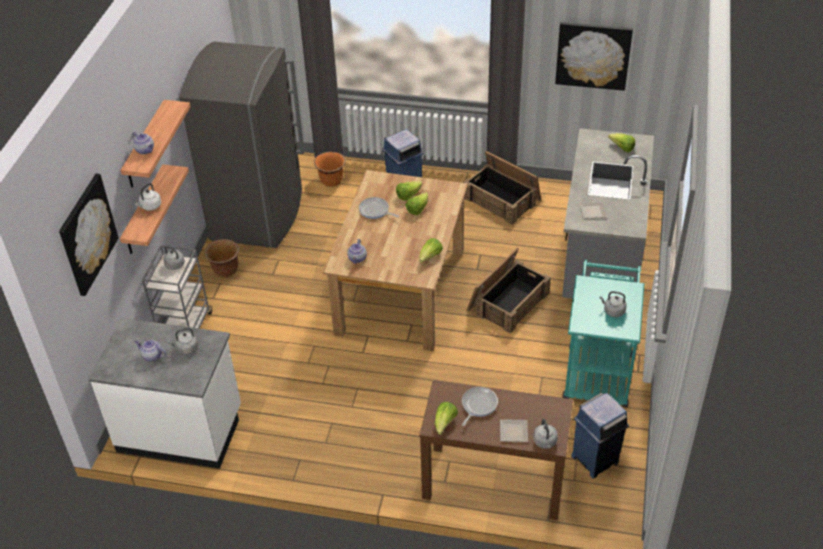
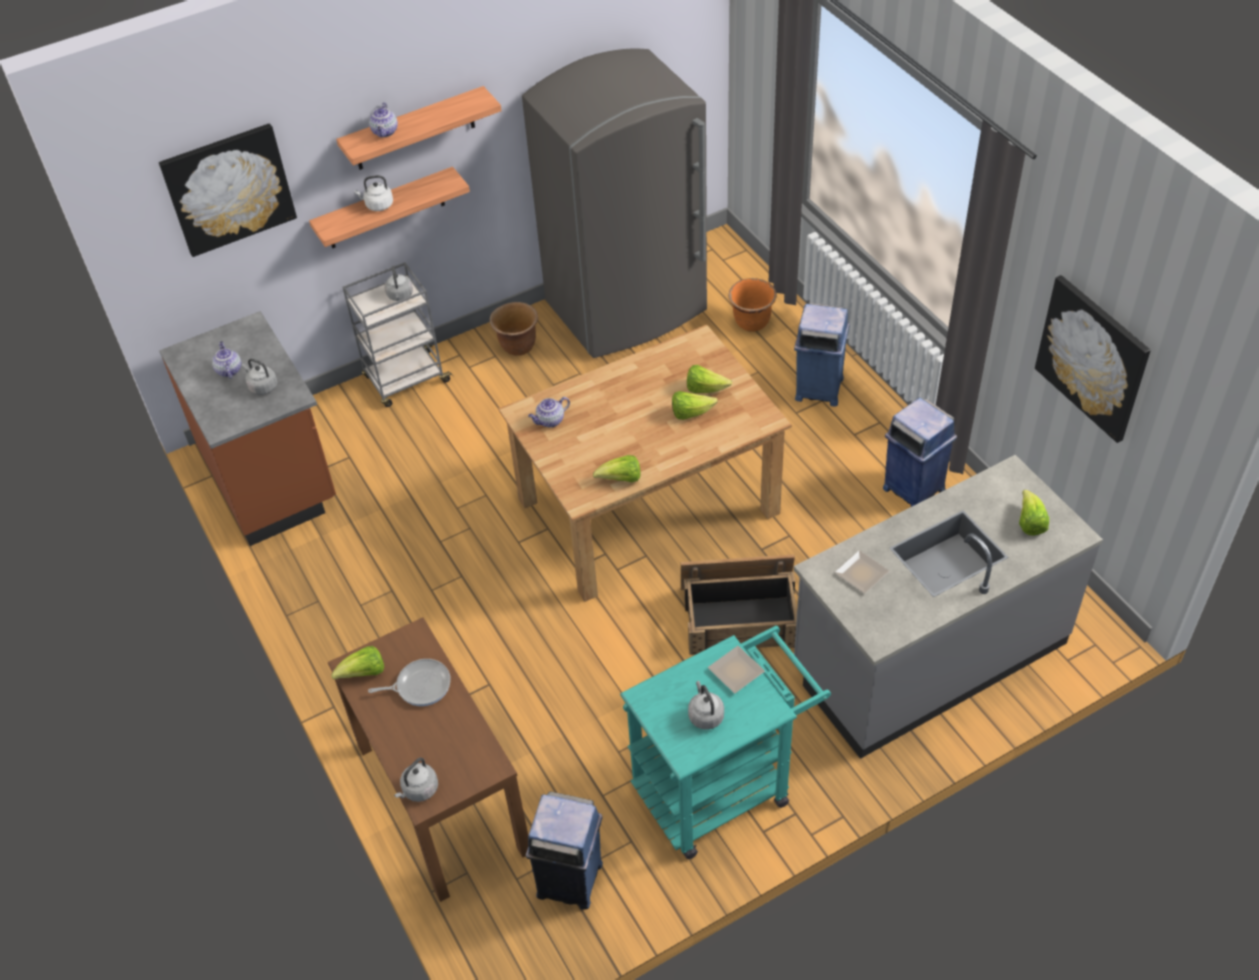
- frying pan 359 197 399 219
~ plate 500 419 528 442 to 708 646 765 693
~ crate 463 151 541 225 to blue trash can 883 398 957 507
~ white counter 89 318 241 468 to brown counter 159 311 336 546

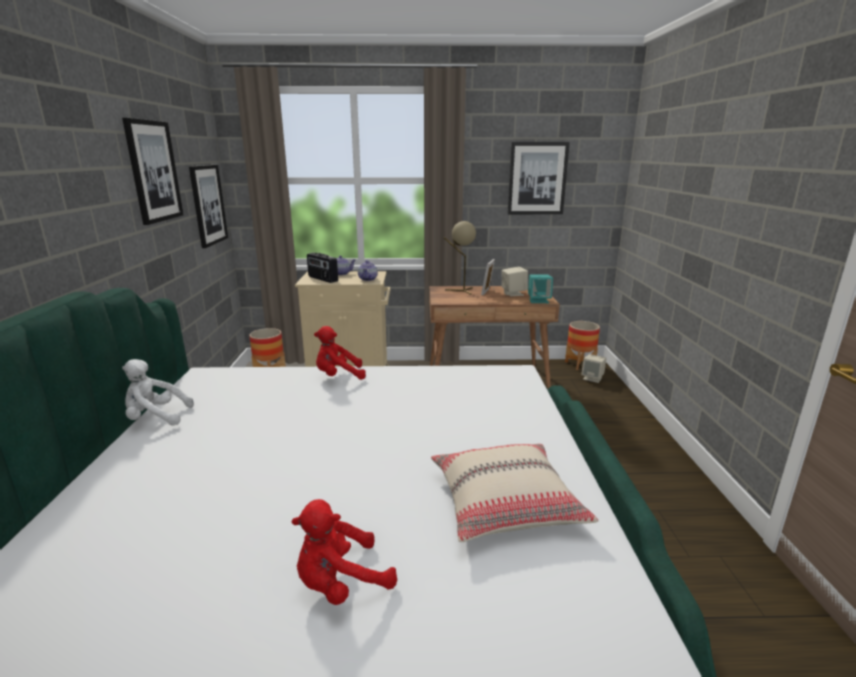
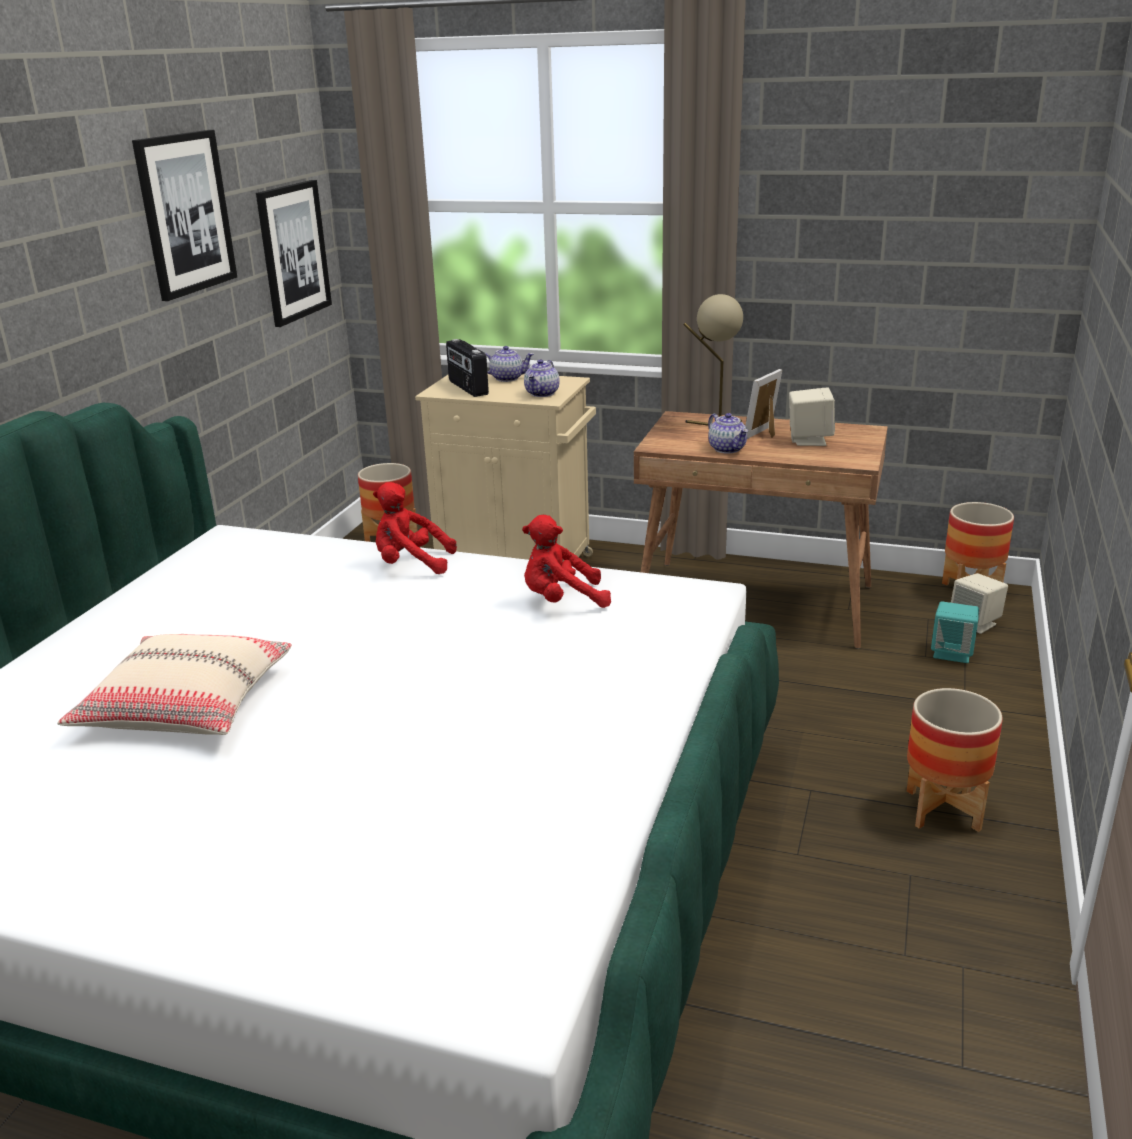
- white plush toy 122 359 194 426
- picture 508 142 570 214
+ teapot 708 413 748 454
+ planter 907 688 1003 832
~ red plush toy 292 499 397 605 to 522 515 611 608
~ beige pillow 431 444 598 542 to 57 634 292 735
~ turquoise speaker 528 274 553 303 to 931 601 979 663

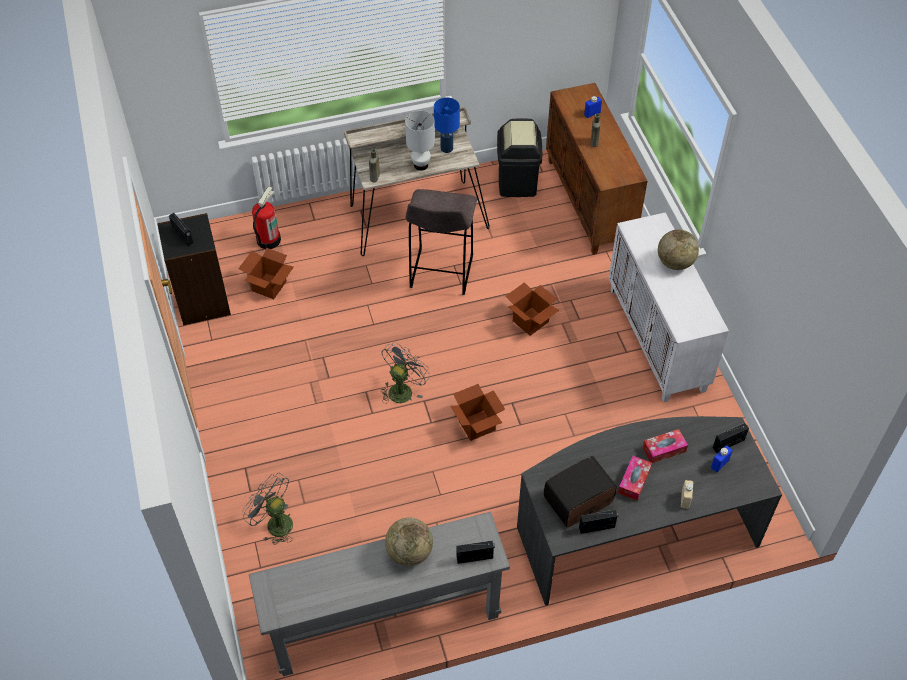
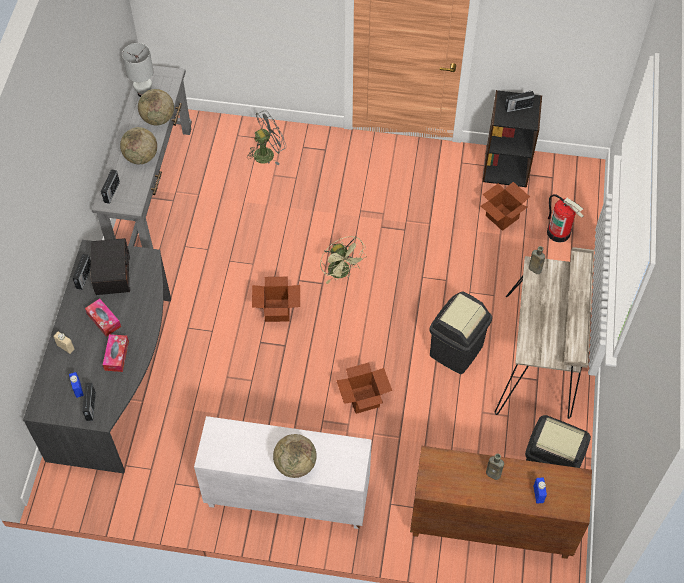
- blue table lamp 434 98 460 153
+ globe 138 89 174 125
~ white table lamp 405 111 435 171 to 122 43 154 97
~ grey stool 406 189 477 295 to black trash can 429 291 492 374
~ grey fan 381 342 431 404 to green fan 320 236 367 284

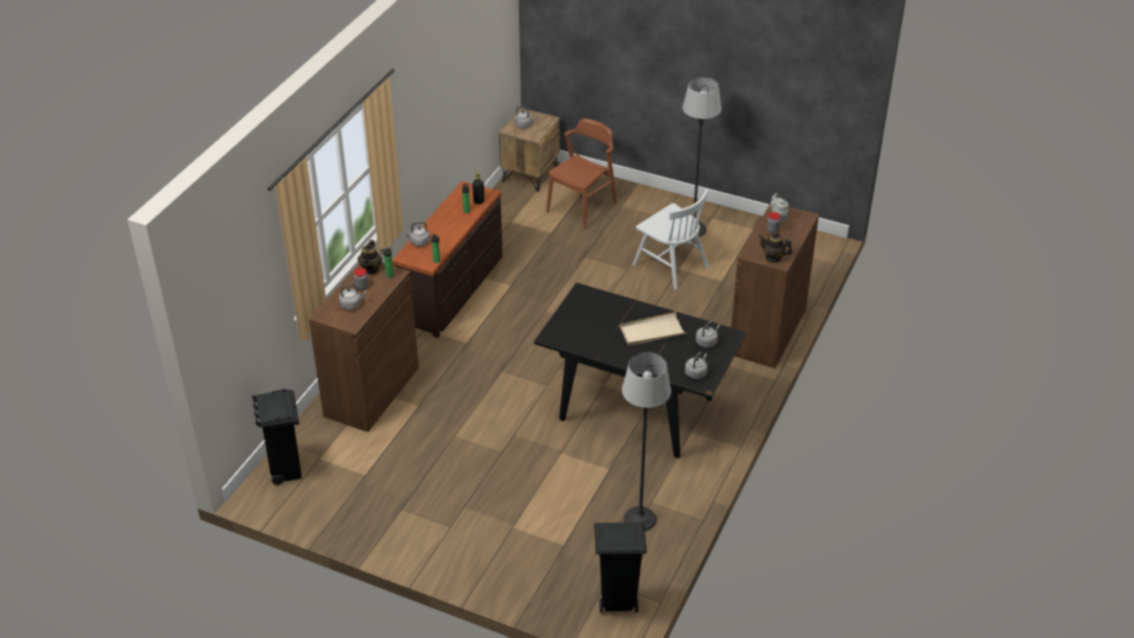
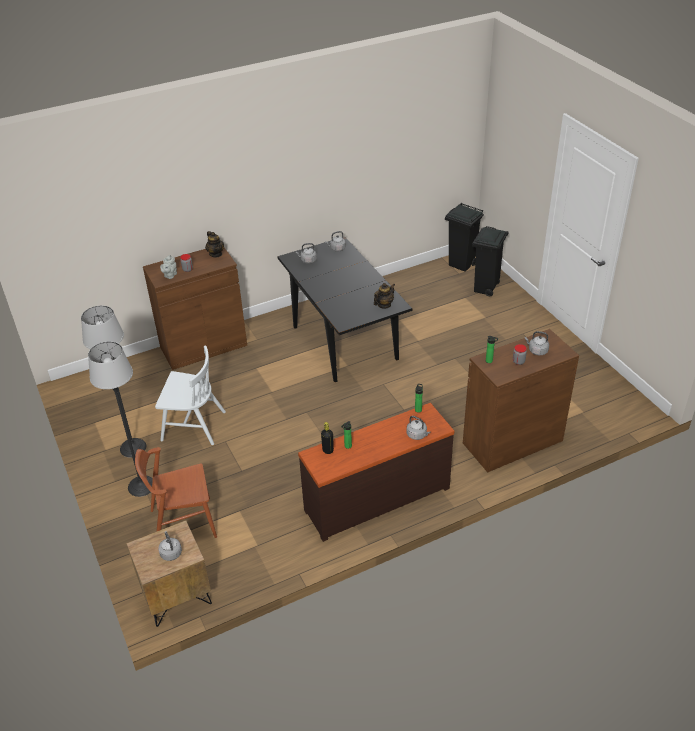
- beige tray 619 311 686 346
~ black trash can 252 389 302 485 to 472 226 509 297
~ teapot 358 240 382 274 to 374 283 395 309
~ floor lamp 622 352 671 531 to 88 341 153 497
~ white chair 633 188 709 290 = 155 346 226 445 105 degrees clockwise

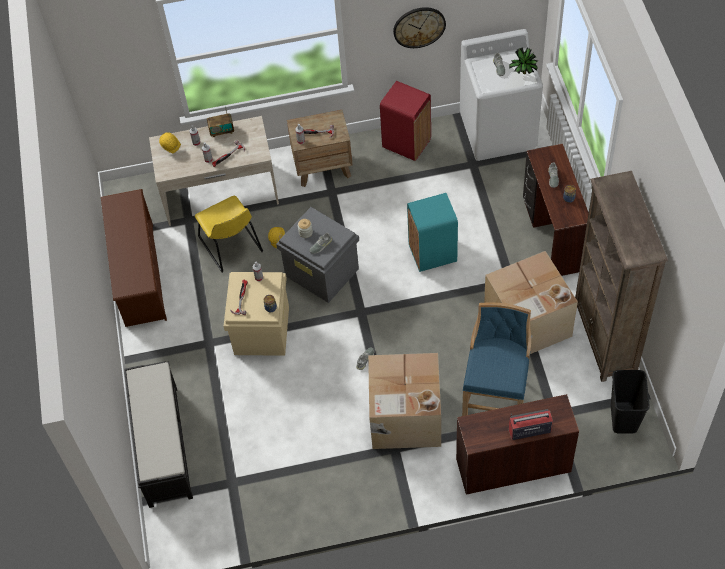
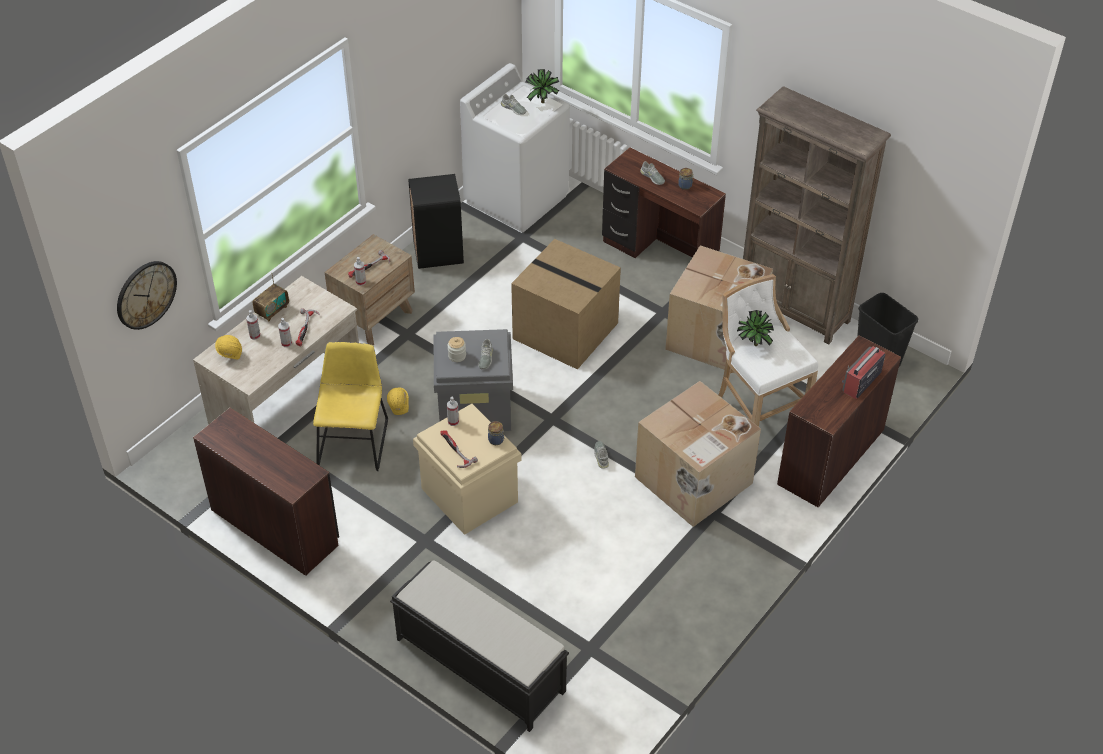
+ potted plant 737 310 774 346
~ wall clock 393 7 446 48 to 117 261 177 330
~ brown shoe rack 101 189 167 327 to brown desk 193 408 339 576
~ turquoise trash can 407 193 458 272 to cardboard box 511 239 621 370
~ red trash can 380 81 431 161 to black trash can 408 174 464 269
~ blue stool 462 303 531 416 to white stool 719 274 818 427
~ yellow chair 195 196 263 272 = 313 342 388 471 105 degrees counterclockwise

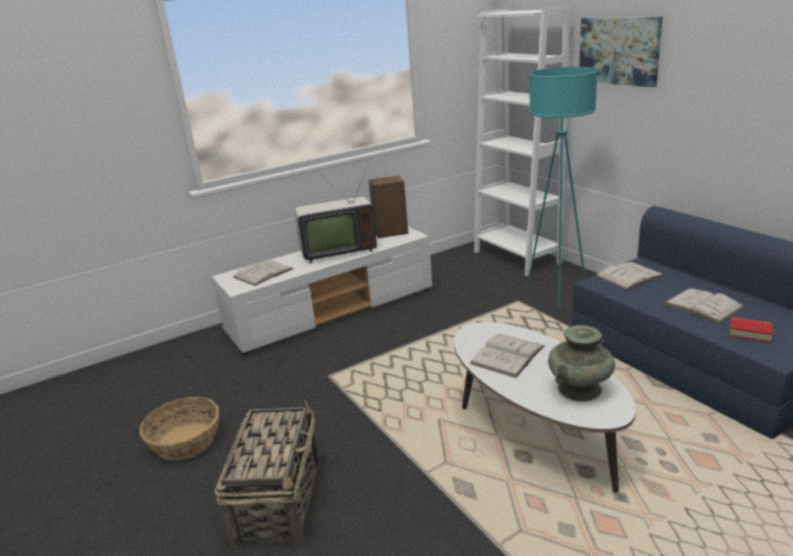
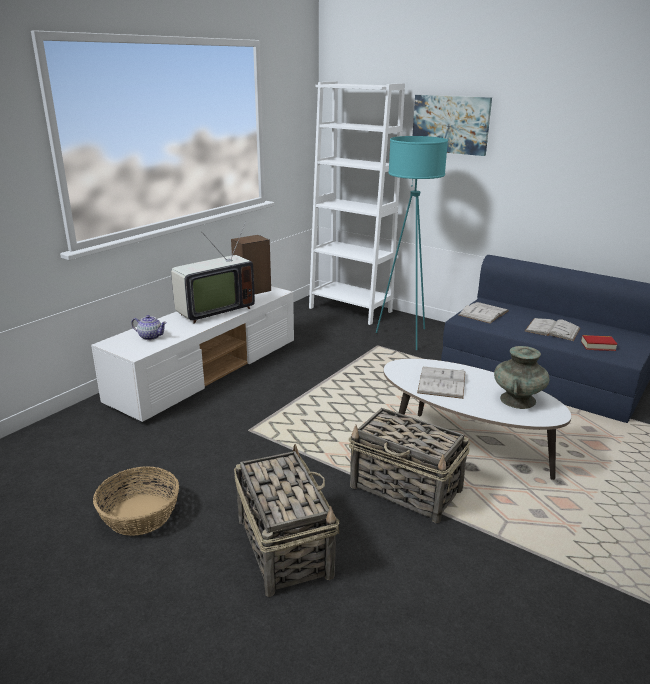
+ basket 349 408 470 523
~ white book 233 260 293 286 to teapot 131 315 167 340

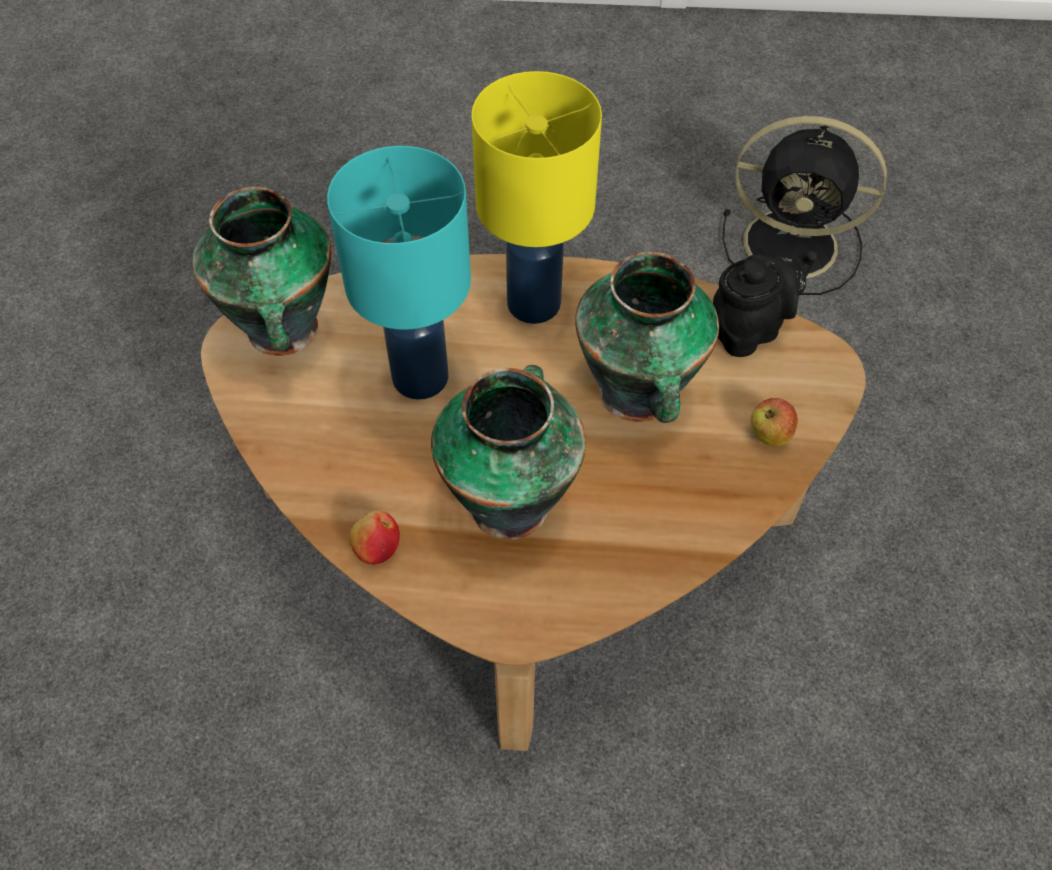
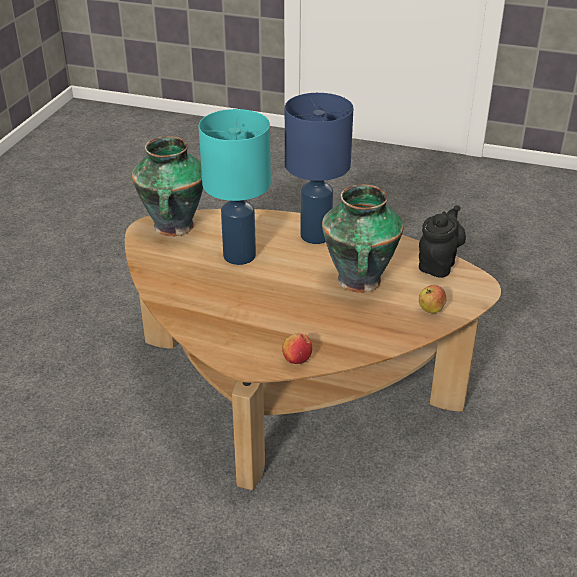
- vase 431 365 586 540
- black fan 722 116 887 295
~ apple 349 511 400 564 to 282 333 312 364
~ yellow table lamp 471 71 602 324 to blue table lamp 285 93 353 244
~ black teapot 713 251 817 357 = 419 205 466 278 45 degrees counterclockwise

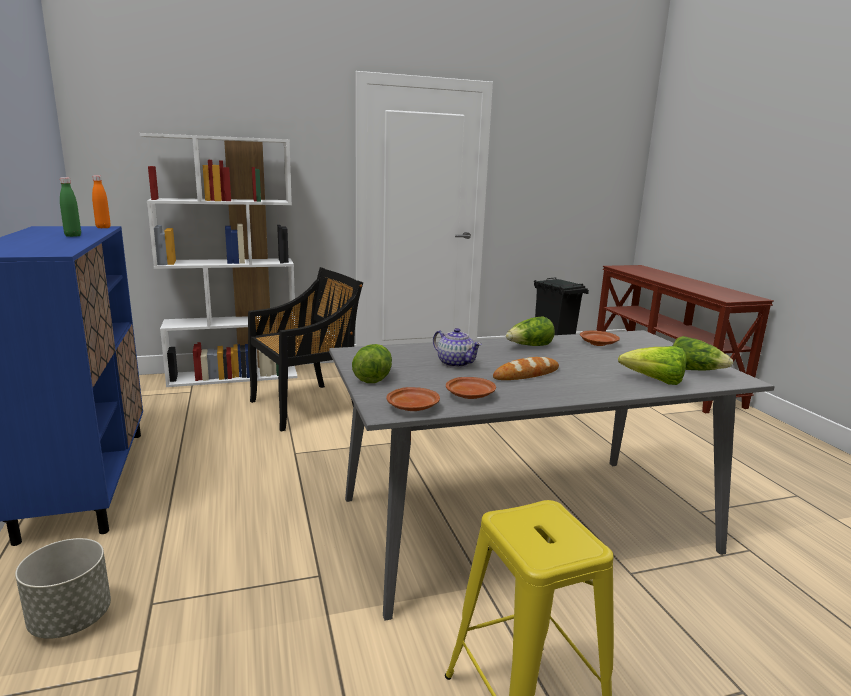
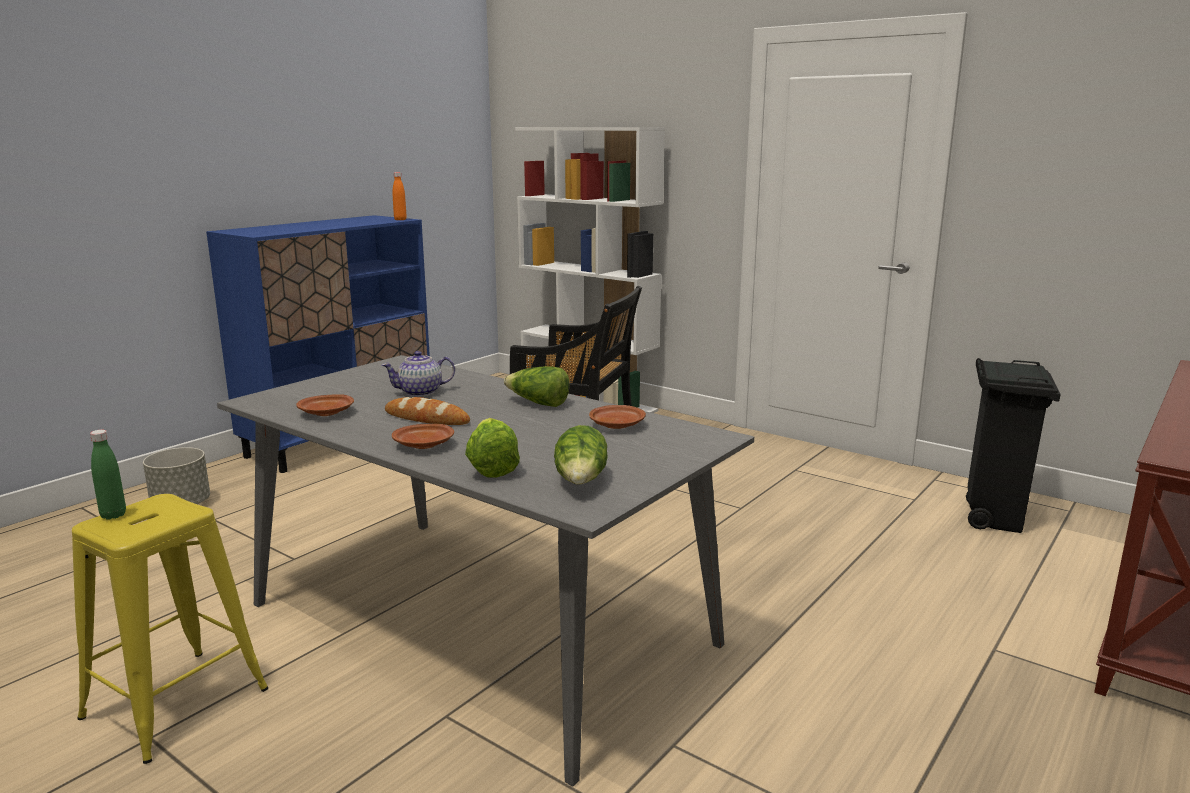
- lettuce 352 344 392 383
~ green bottle 60 177 81 237 to 90 430 126 520
~ brown plate 386 387 440 411 to 392 424 454 449
~ teapot 433 328 482 368 = 382 351 455 397 60 degrees clockwise

